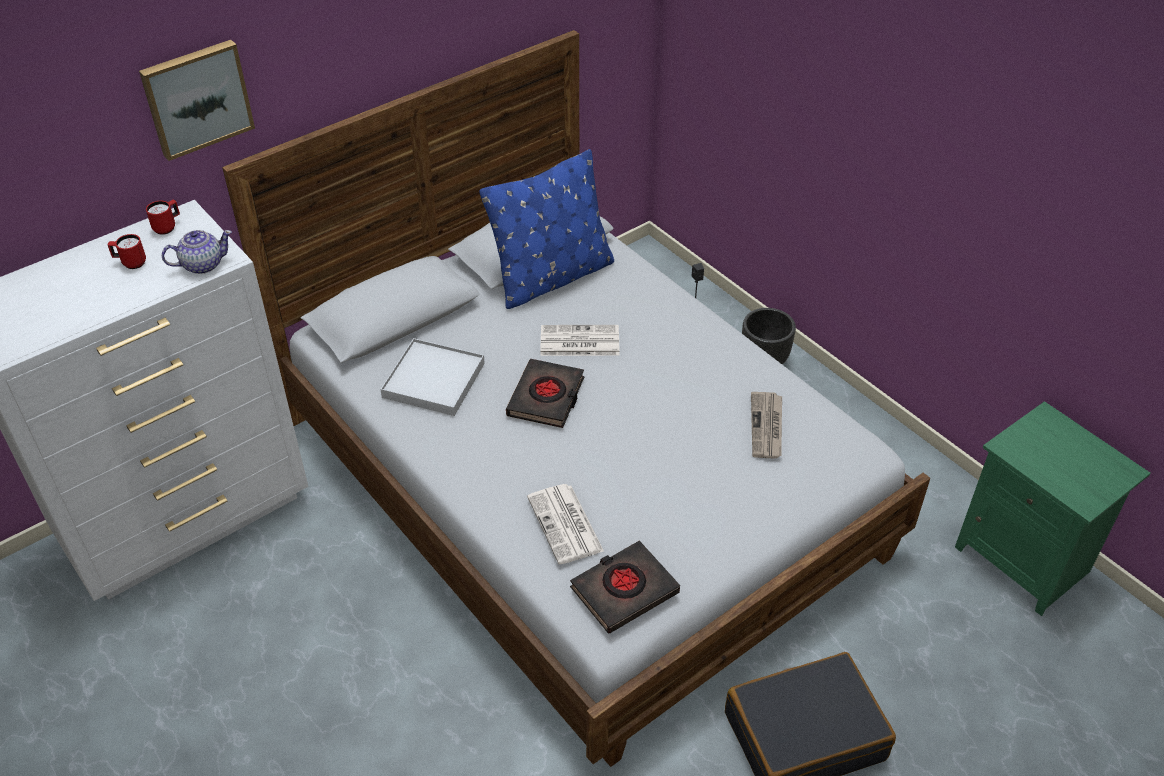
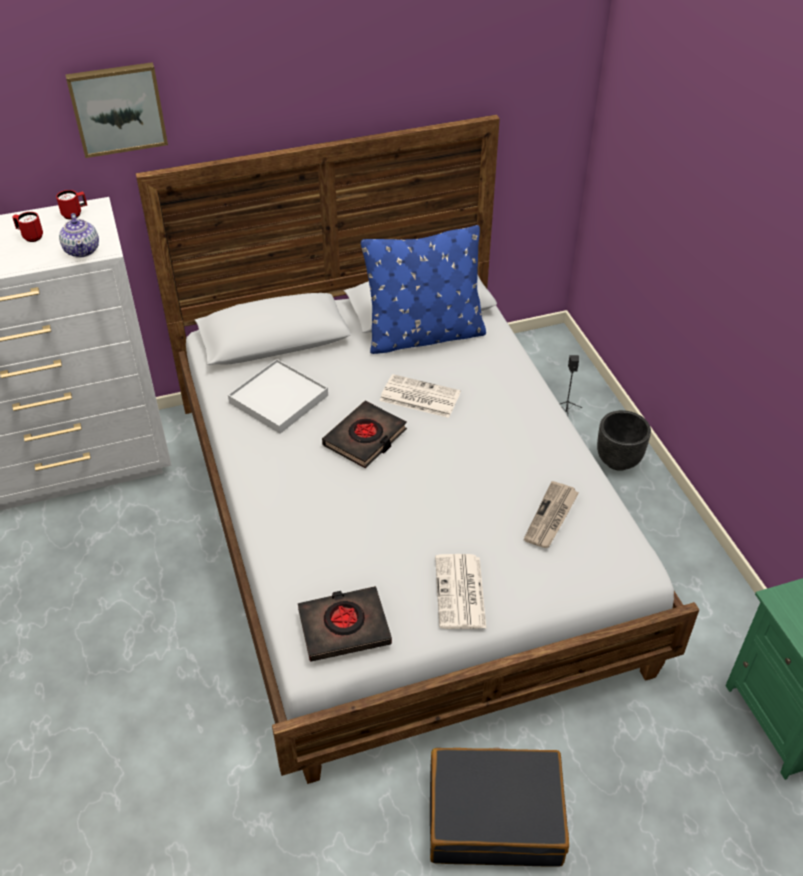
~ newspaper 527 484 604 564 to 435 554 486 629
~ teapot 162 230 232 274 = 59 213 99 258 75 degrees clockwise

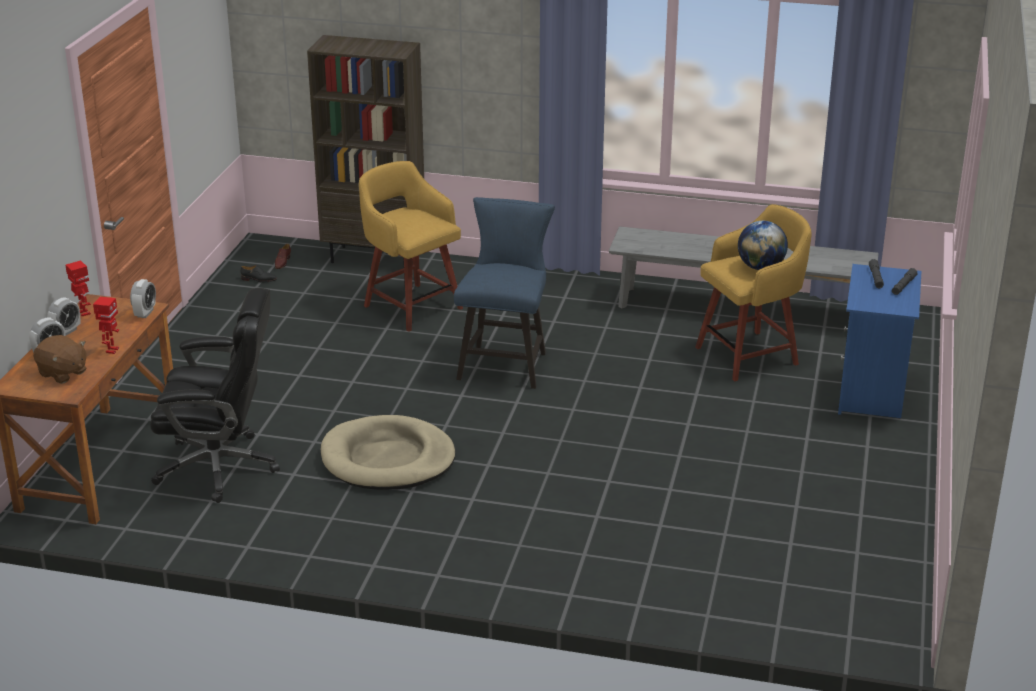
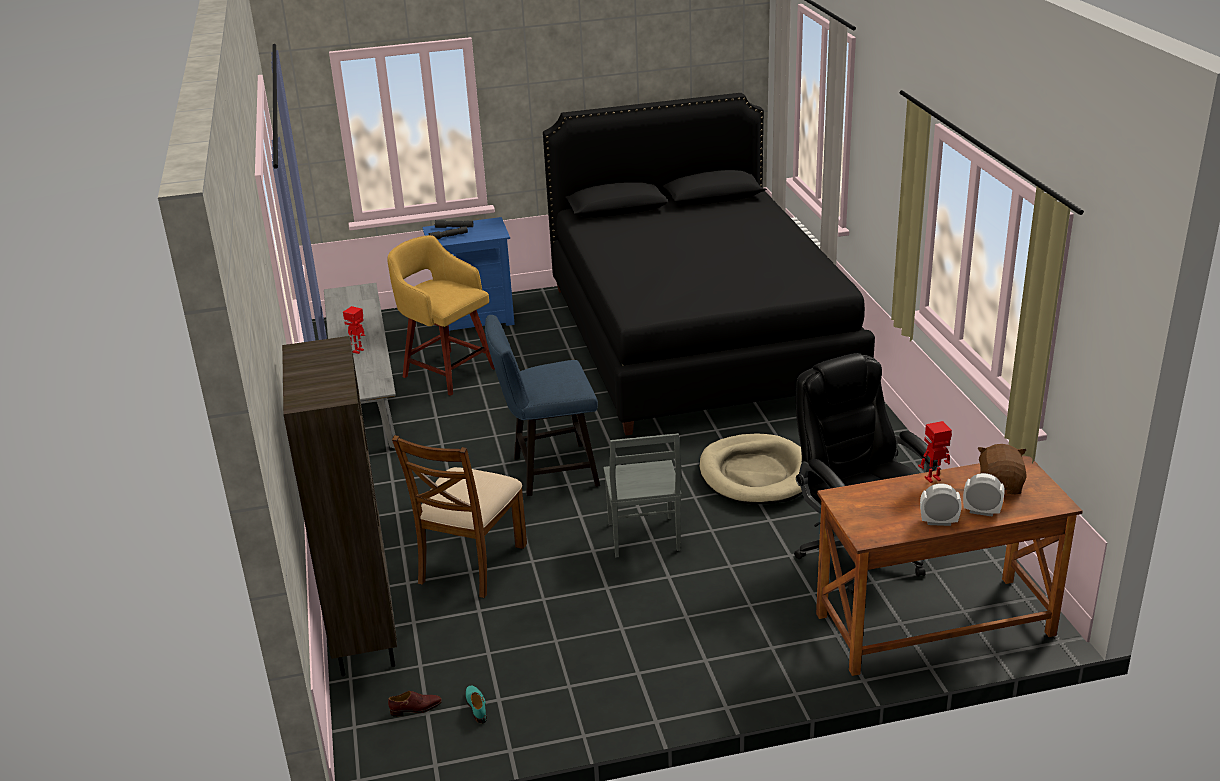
- alarm clock 130 279 156 318
- globe 738 221 788 270
+ black bed 543 93 875 436
+ grey chair 603 433 682 557
~ toy robot 65 261 91 316 to 343 306 365 354
~ yellow stool 359 161 463 332 to brown chair 392 435 527 598
~ black shoe 241 265 277 282 to turquoise shoe 466 685 487 724

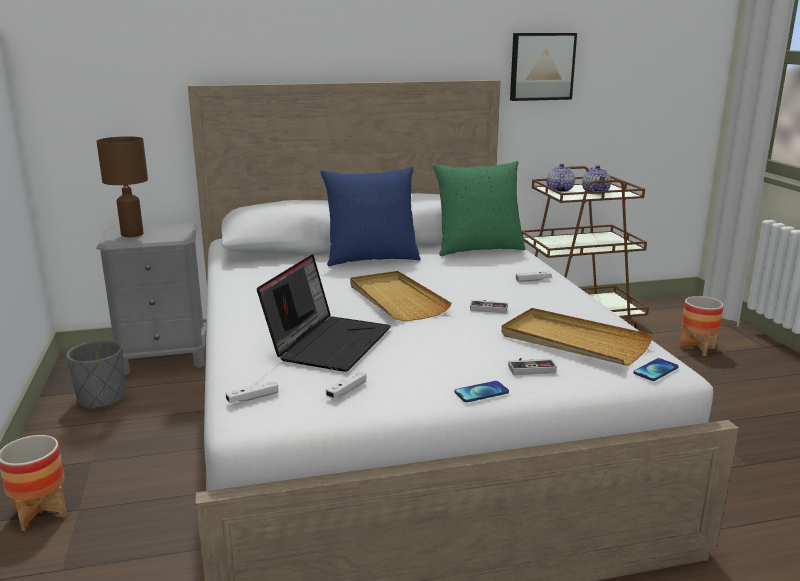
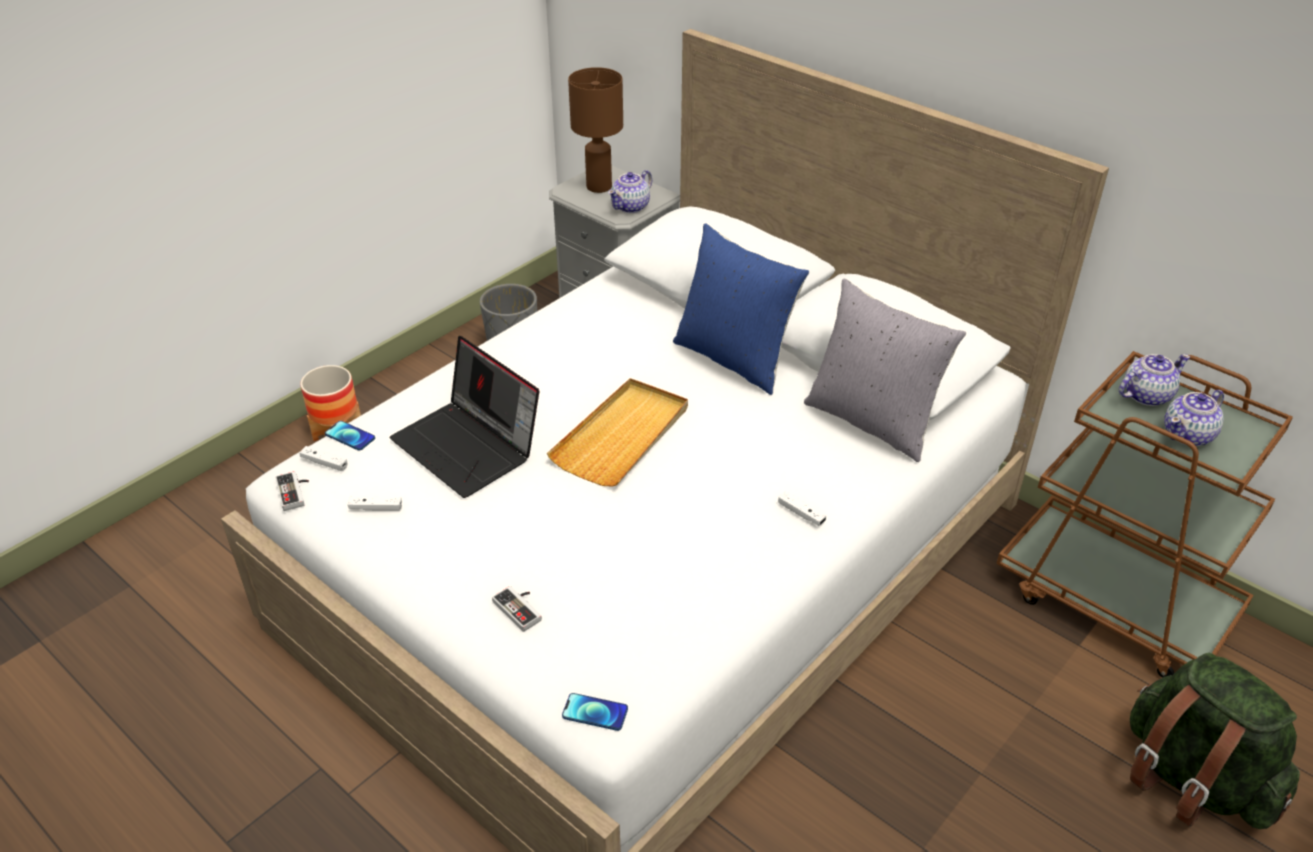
- beige tray 501 308 653 366
- picture 510 33 577 101
+ teapot 608 170 652 213
~ phone 454 381 509 402 to 325 421 375 451
~ game controller 470 300 508 313 to 275 471 309 511
~ planter 679 296 724 356 to green backpack 1130 652 1300 829
~ green pillow 432 161 526 256 to grey pillow 804 278 966 462
~ laptop 257 254 391 372 = 390 336 539 498 60 degrees clockwise

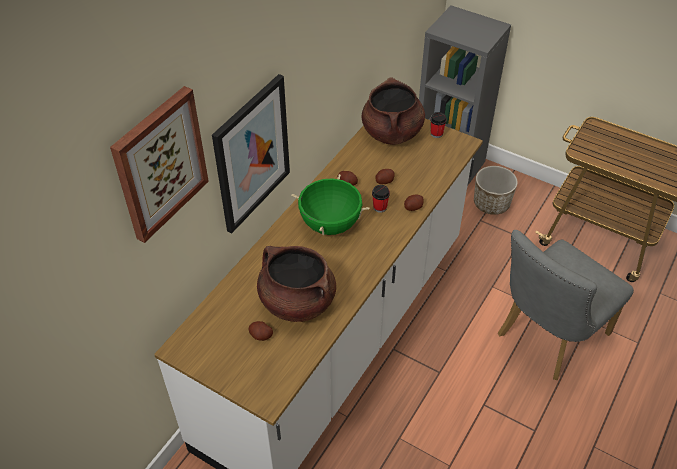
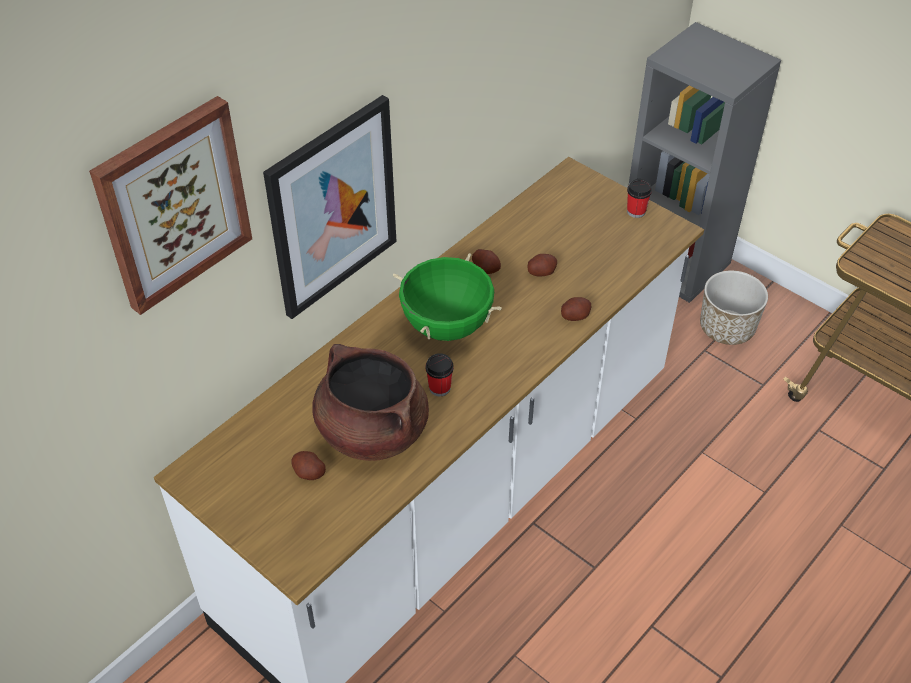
- brown cooking pot 362 77 425 145
- grey chair 498 230 634 380
~ cup 372 185 390 213 to 426 353 454 396

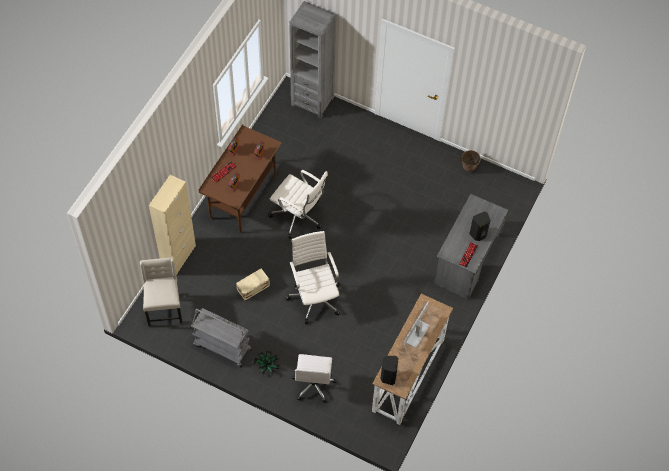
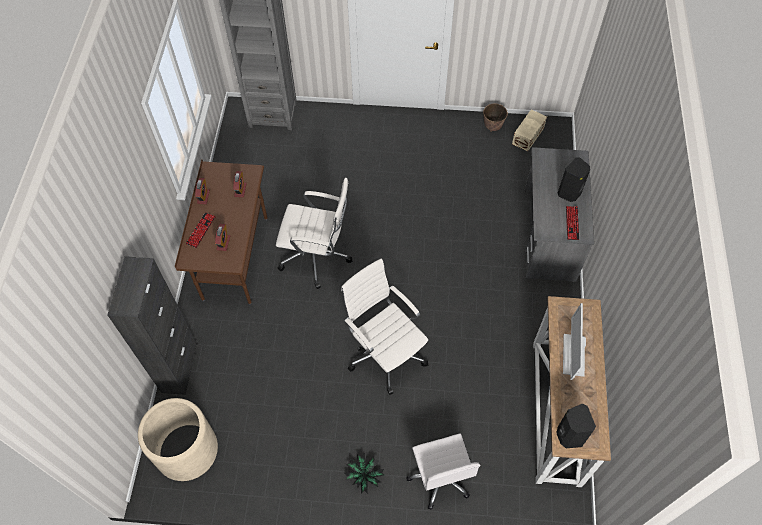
- grey cart 191 308 252 367
~ beige storage box 236 269 270 301 to 512 109 547 152
~ beige chair 140 257 182 326 to beige planter 138 398 218 481
~ beige cabinet 149 175 196 275 to black cabinet 108 256 197 395

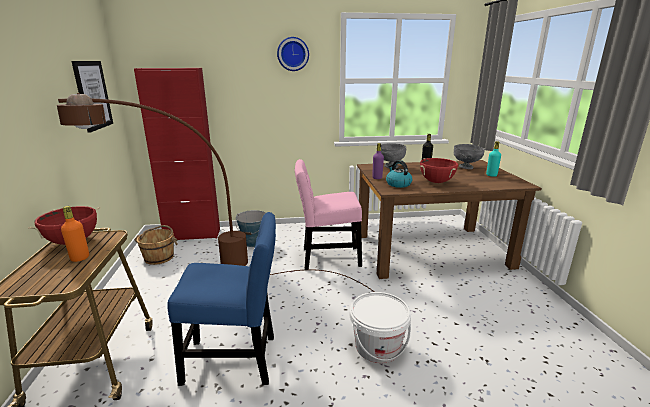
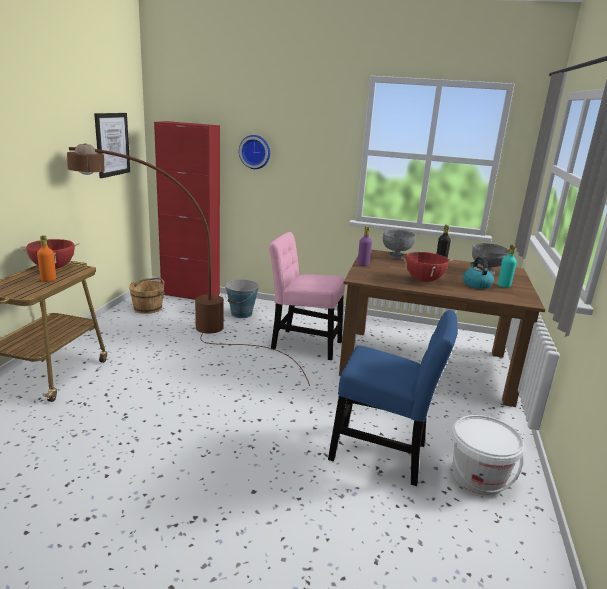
~ blue chair 167 212 276 386 to 328 310 458 486
~ wall clock 277 37 309 71 to 239 135 270 169
~ white bucket 350 292 411 363 to 451 415 524 495
~ kettle 386 160 412 188 to 463 257 494 289

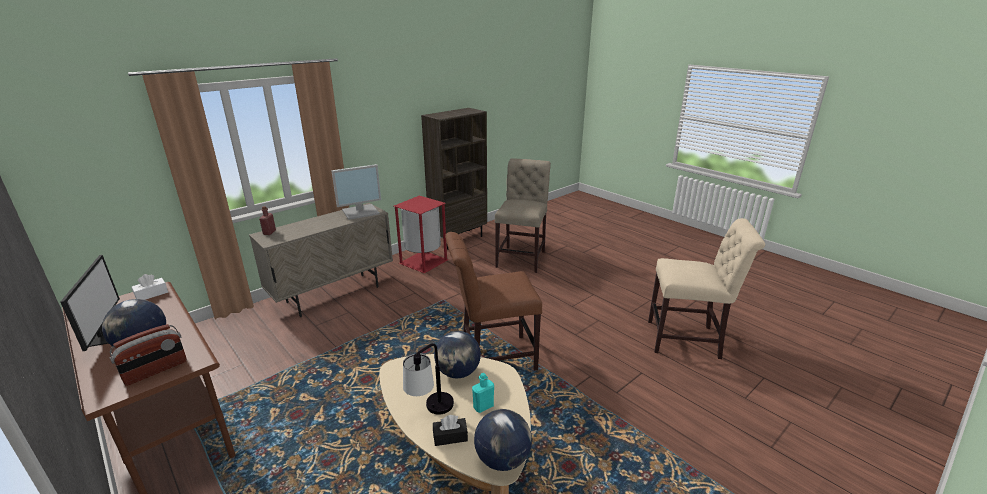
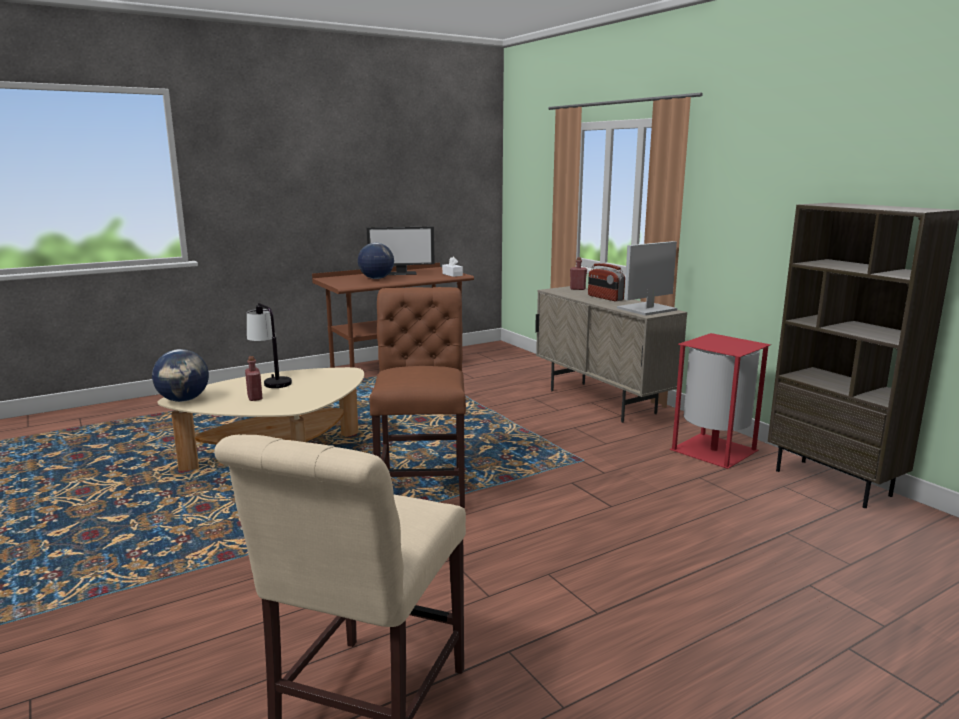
- black tissue box 433 415 468 446
- globe 434 331 481 378
- beige chair 495 158 551 273
~ radio 110 324 187 386 to 588 263 625 301
~ turquoise bottle 472 373 494 413 to red bottle 245 356 262 401
~ monitor 331 164 381 220 = 617 241 677 316 75 degrees clockwise

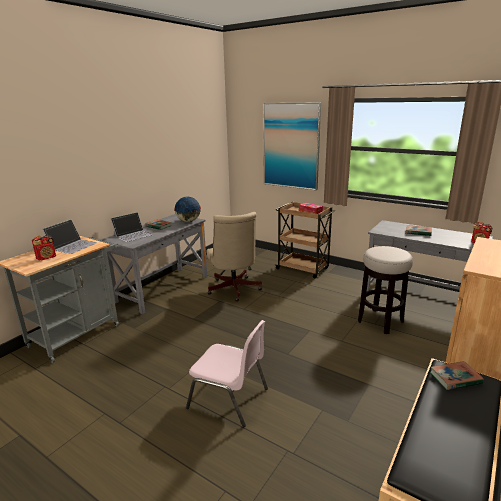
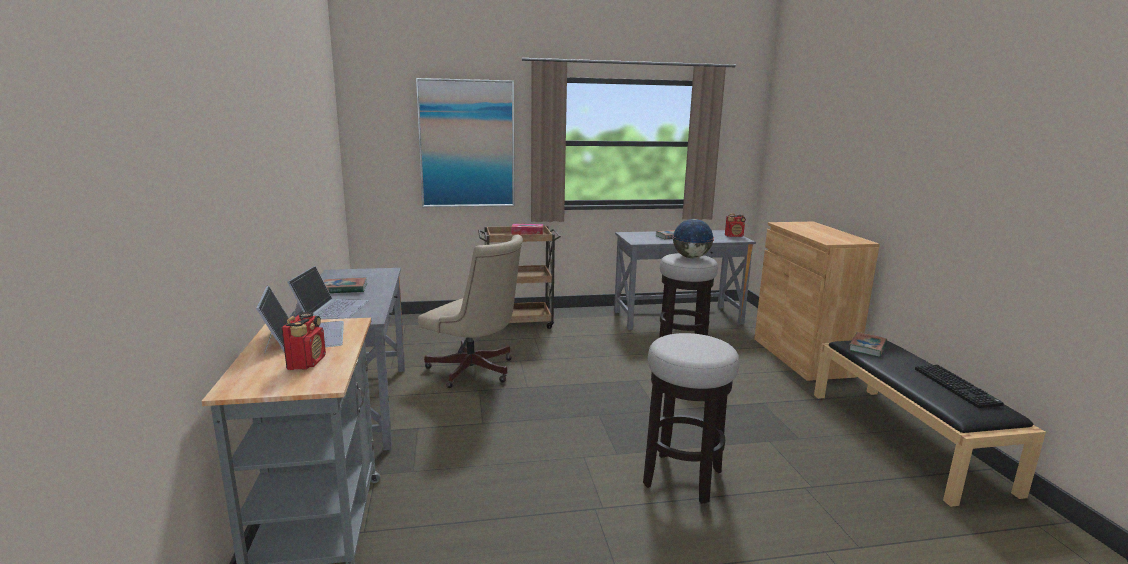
+ keyboard 915 364 1004 408
~ globe 174 197 201 222 to 672 219 714 258
~ pink chair 186 320 268 427 to stool 643 333 739 504

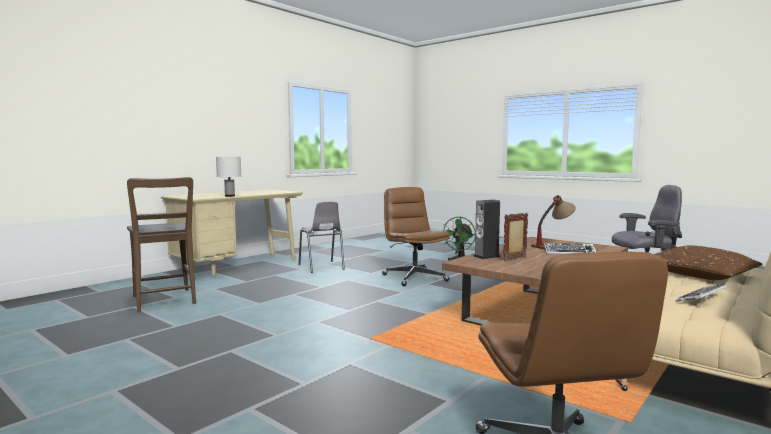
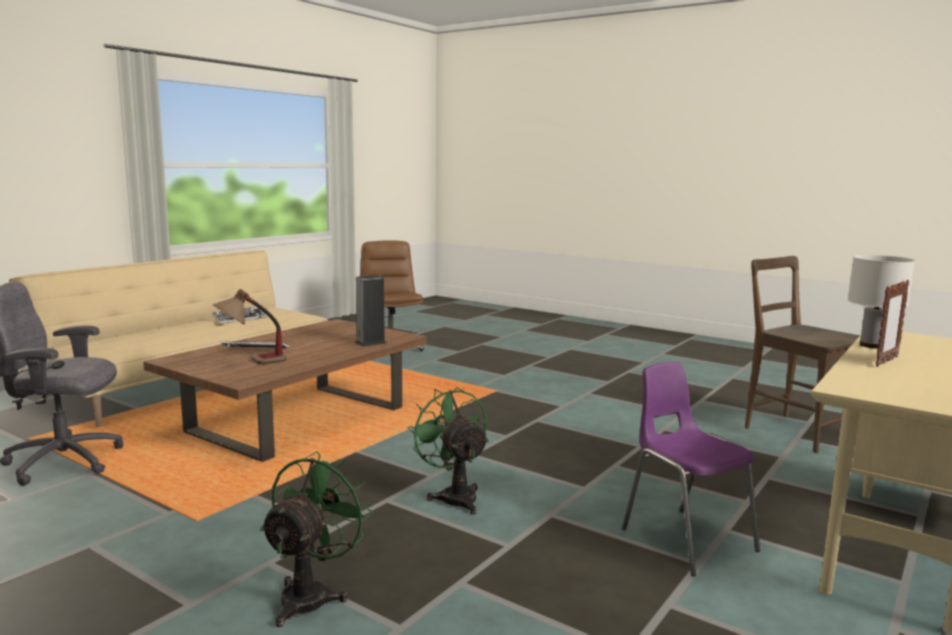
- brown pillow 654 245 762 280
~ picture frame 503 213 528 261 to 876 280 909 367
~ brown office chair 382 187 450 286 to green fan 408 387 489 514
~ grey chair 299 202 345 273 to purple chair 622 362 760 577

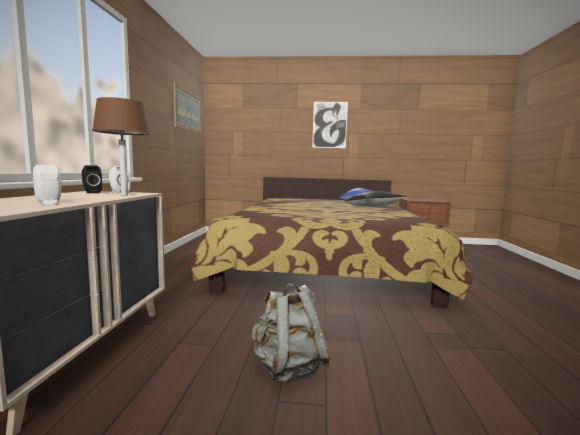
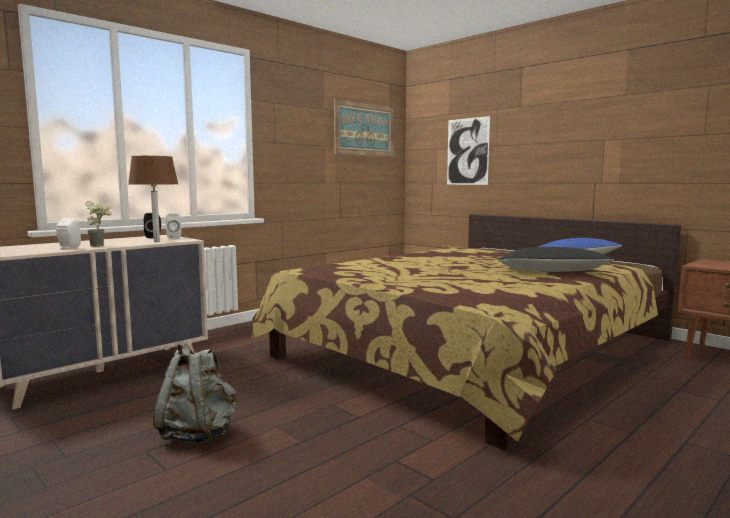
+ potted plant 85 201 112 247
~ picture 312 102 348 148 to 447 116 490 185

